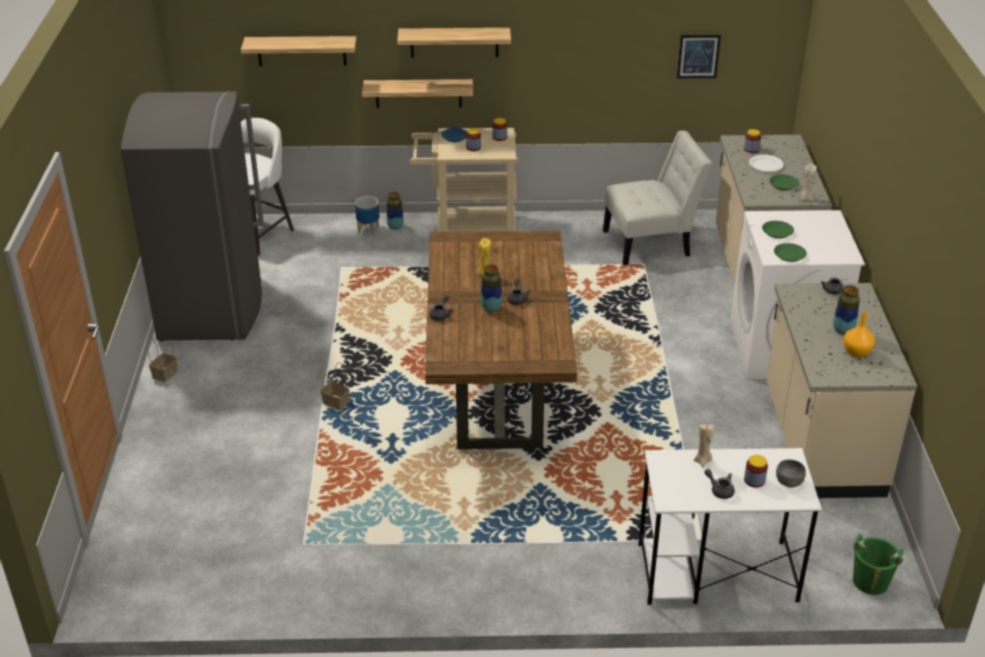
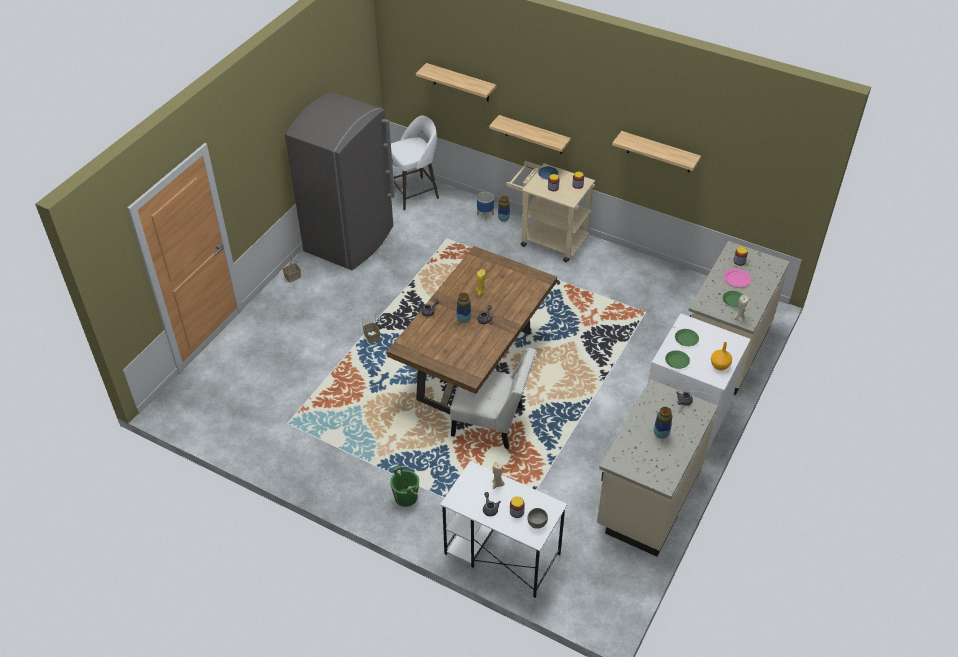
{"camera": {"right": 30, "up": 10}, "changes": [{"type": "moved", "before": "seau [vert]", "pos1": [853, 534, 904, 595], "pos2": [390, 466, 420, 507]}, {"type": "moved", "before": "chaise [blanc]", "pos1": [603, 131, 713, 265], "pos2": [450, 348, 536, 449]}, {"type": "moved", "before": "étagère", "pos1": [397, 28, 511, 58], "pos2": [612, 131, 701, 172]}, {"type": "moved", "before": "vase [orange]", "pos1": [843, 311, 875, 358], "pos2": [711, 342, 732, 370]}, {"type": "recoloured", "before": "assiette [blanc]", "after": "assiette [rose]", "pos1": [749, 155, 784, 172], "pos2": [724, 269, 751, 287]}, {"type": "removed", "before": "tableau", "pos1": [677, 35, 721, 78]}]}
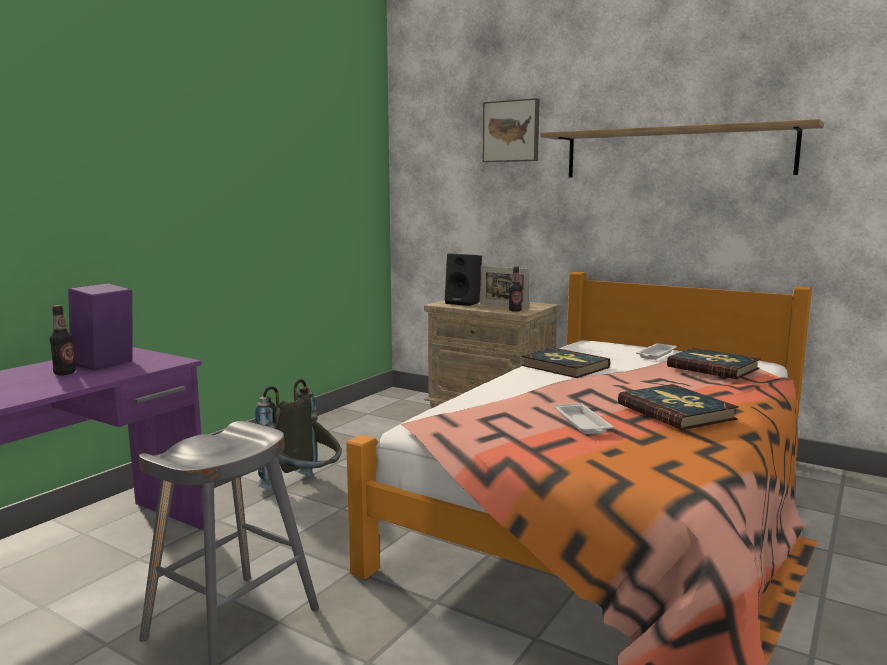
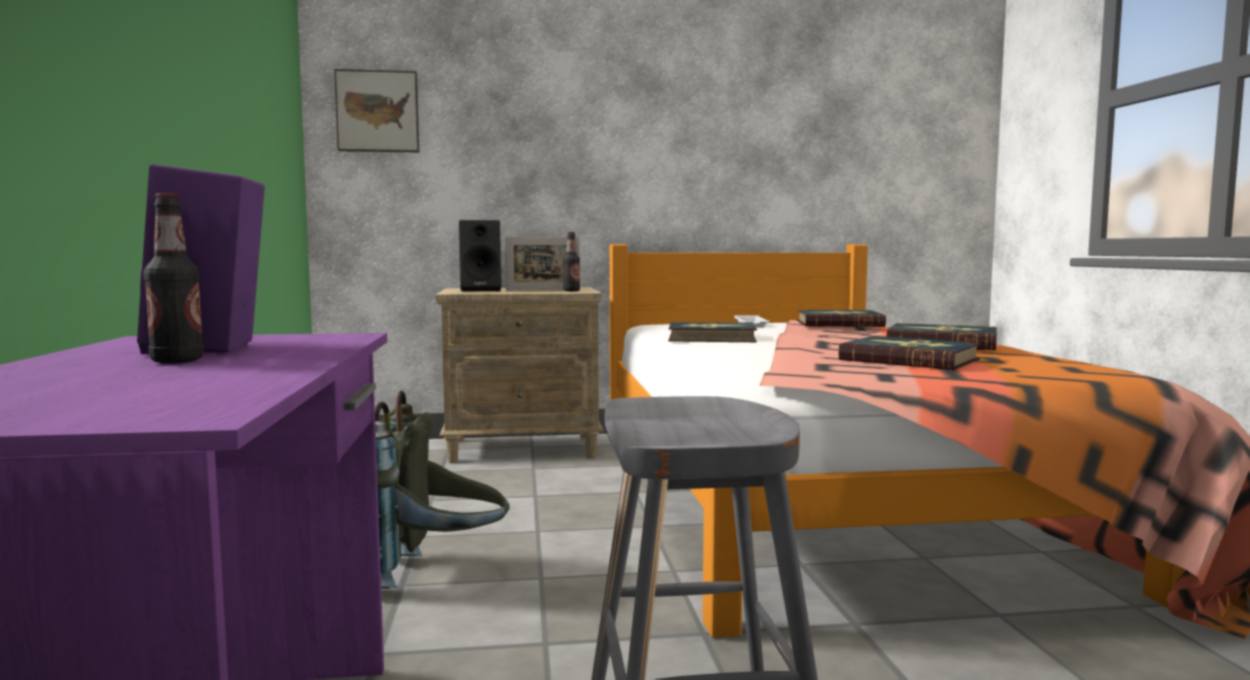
{"camera": {"right": -40, "up": -5}, "changes": [{"type": "moved", "before": "tableau", "pos1": [483, 98, 540, 162], "pos2": [334, 69, 419, 152]}, {"type": "replaced", "before": "plateau [blanc]", "after": "livre", "pos1": [554, 403, 613, 434], "pos2": [838, 336, 981, 370]}, {"type": "removed", "before": "étagère", "pos1": [541, 119, 824, 178]}]}
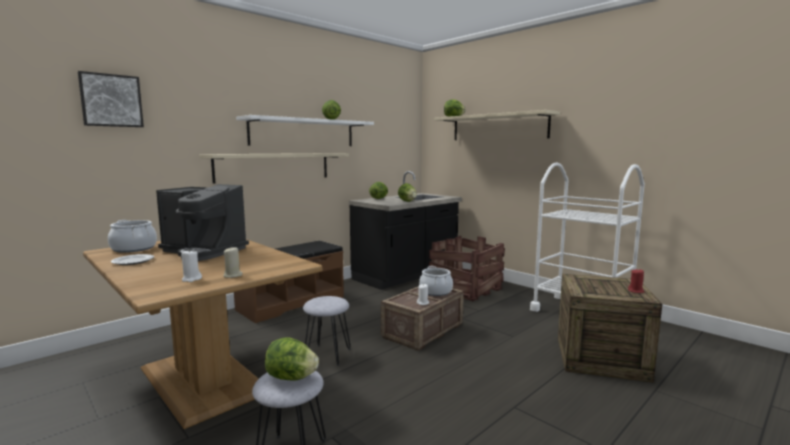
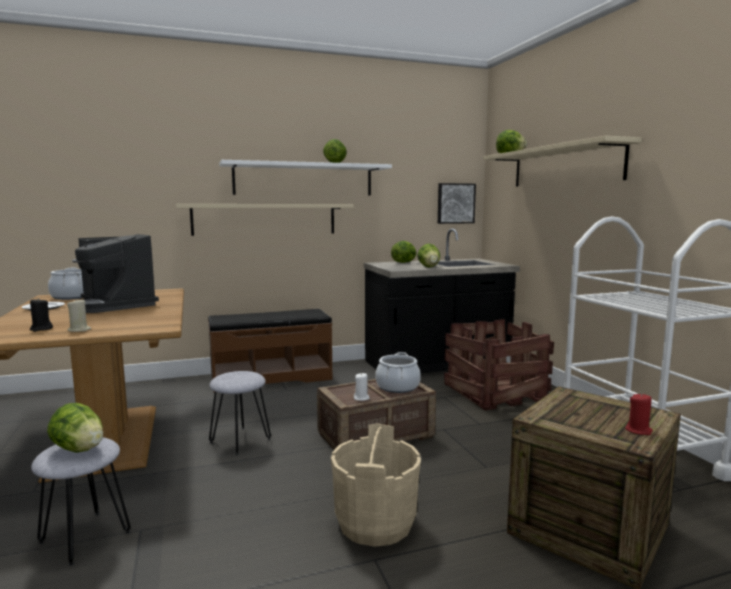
{"camera": {"right": 25, "up": 0}, "changes": [{"type": "recoloured", "before": "bougie [blanc]", "after": "bougie [noir]", "pos1": [181, 249, 202, 282], "pos2": [30, 298, 53, 332]}, {"type": "added", "after": "seau [beige]", "pos2": [331, 423, 421, 547]}, {"type": "moved", "before": "tableau", "pos1": [78, 71, 144, 127], "pos2": [438, 183, 476, 224]}]}
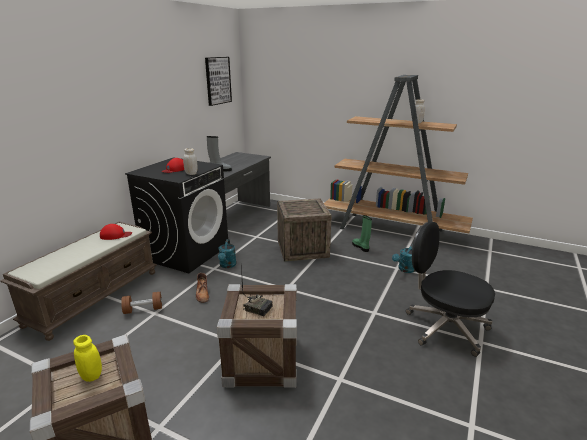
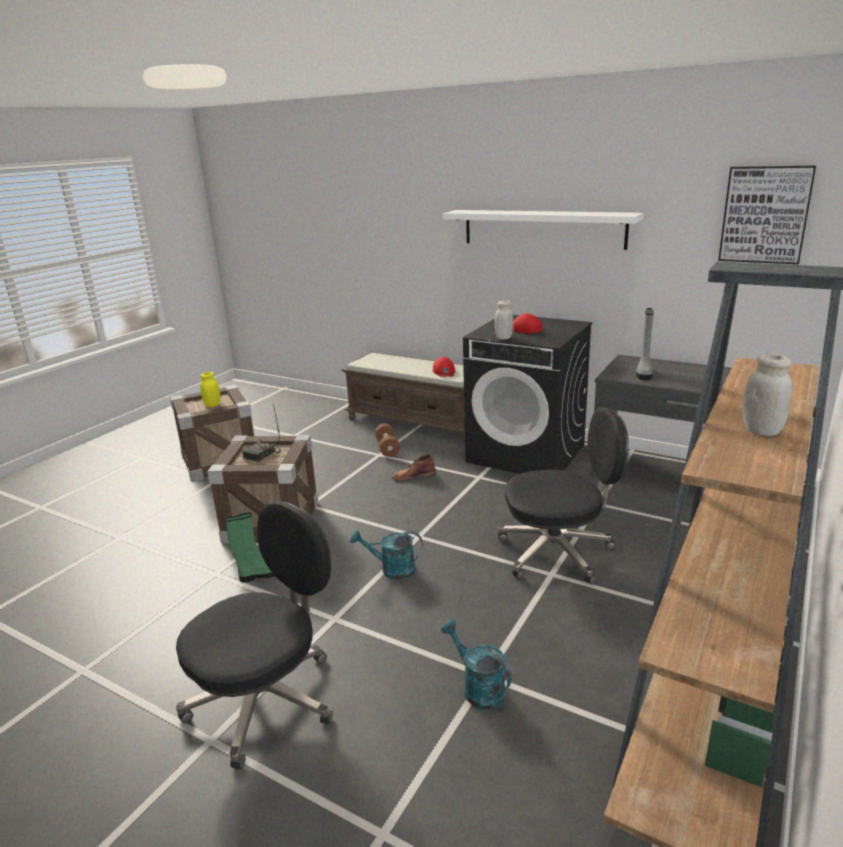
{"camera": {"right": 95, "up": 0}, "changes": [{"type": "moved", "before": "botte [vert]", "pos1": [352, 215, 372, 252], "pos2": [225, 512, 275, 582]}, {"type": "moved", "before": "arrosoir [turquoise]", "pos1": [218, 239, 237, 268], "pos2": [350, 530, 423, 579]}, {"type": "added", "after": "étagère [blanc]", "pos2": [443, 210, 644, 250]}, {"type": "replaced", "before": "caisse", "after": "chaise de bureau [noir]", "pos1": [277, 198, 332, 261], "pos2": [498, 407, 629, 585]}]}
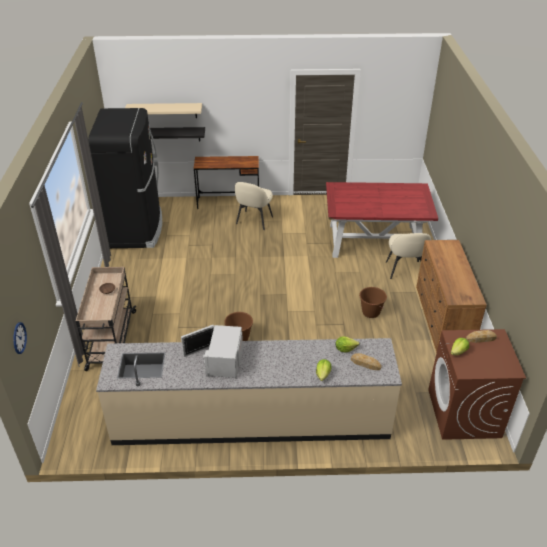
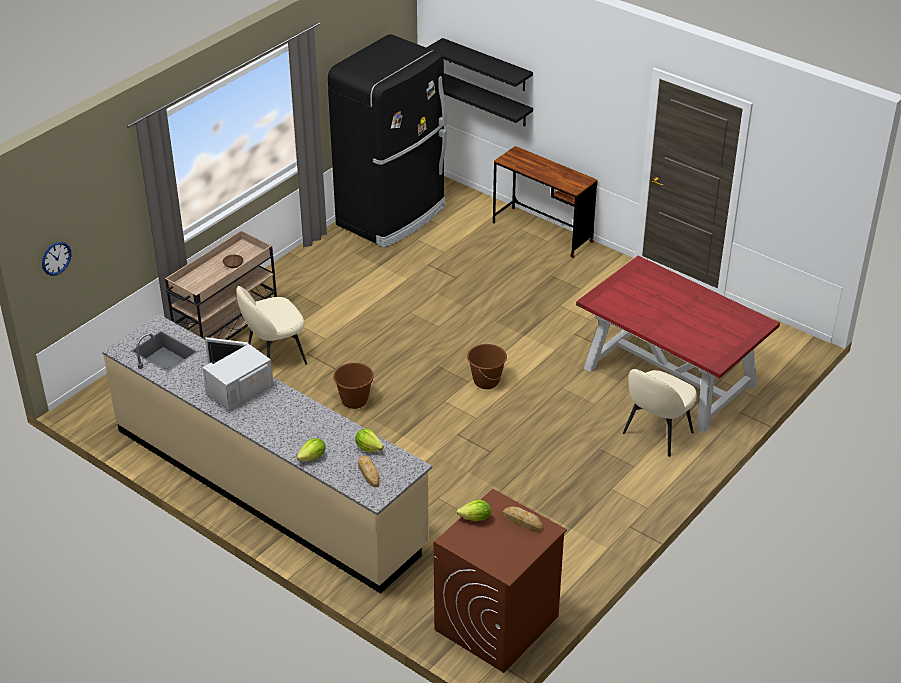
{"camera": {"right": 40, "up": 0}, "changes": [{"type": "moved", "before": "chaise [beige]", "pos1": [235, 182, 273, 230], "pos2": [236, 286, 307, 365]}, {"type": "recoloured", "before": "étagère [beige]", "after": "étagère [noir]", "pos1": [125, 103, 202, 118], "pos2": [426, 38, 533, 91]}, {"type": "moved", "before": "seau [marron]", "pos1": [359, 287, 387, 318], "pos2": [467, 344, 507, 389]}, {"type": "removed", "before": "commode [marron]", "pos1": [416, 240, 487, 353]}]}
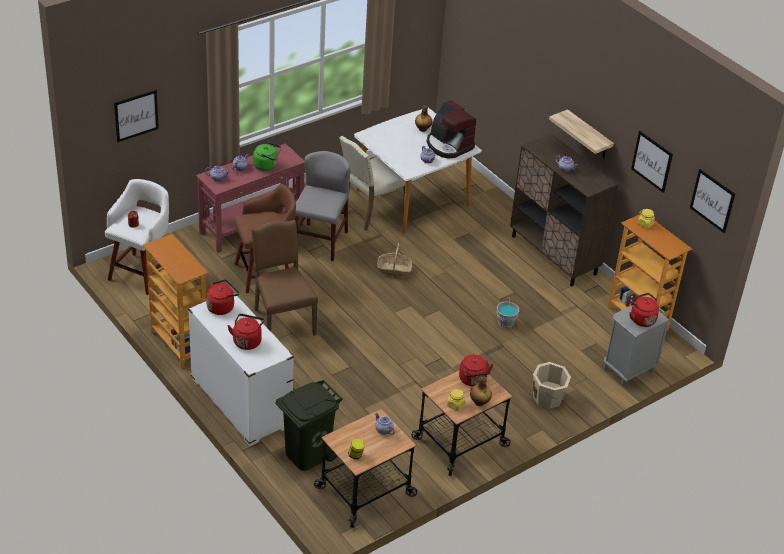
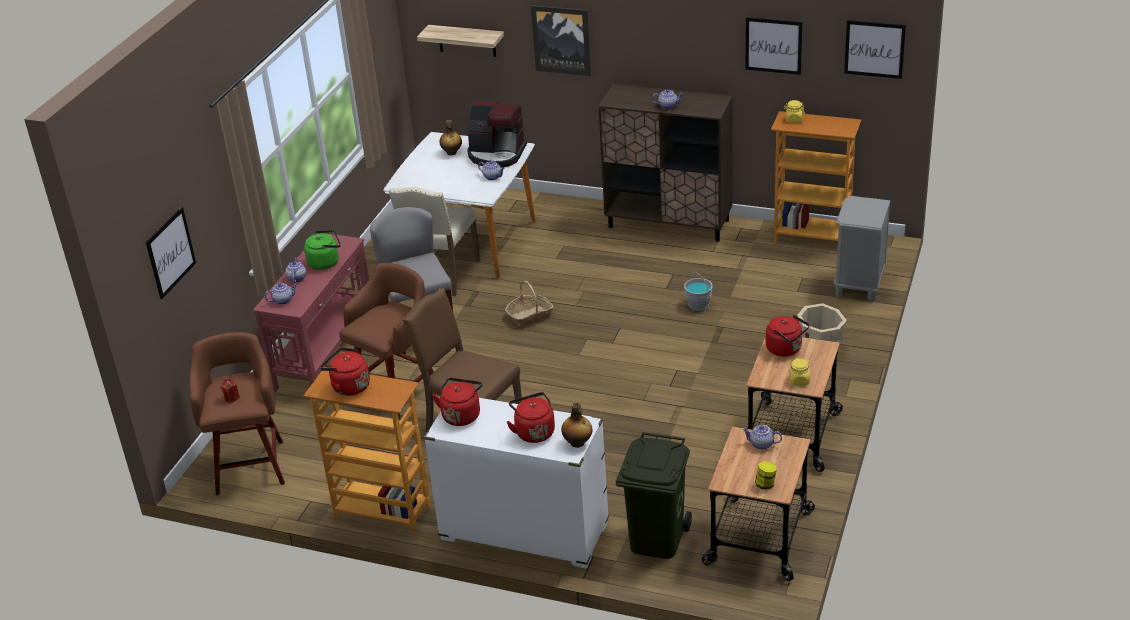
{"camera": {"right": -30, "up": -5}, "changes": [{"type": "recoloured", "before": "tabouret [blanc]", "after": "tabouret [marron]", "pos1": [105, 179, 169, 295], "pos2": [189, 332, 285, 495]}, {"type": "moved", "before": "bouilloire [rouge]", "pos1": [628, 293, 659, 327], "pos2": [320, 348, 370, 396]}, {"type": "moved", "before": "étagère", "pos1": [549, 109, 614, 159], "pos2": [417, 25, 504, 57]}, {"type": "added", "after": "tableau", "pos2": [531, 5, 591, 76]}, {"type": "moved", "before": "bouteille", "pos1": [470, 376, 492, 406], "pos2": [561, 402, 592, 448]}]}
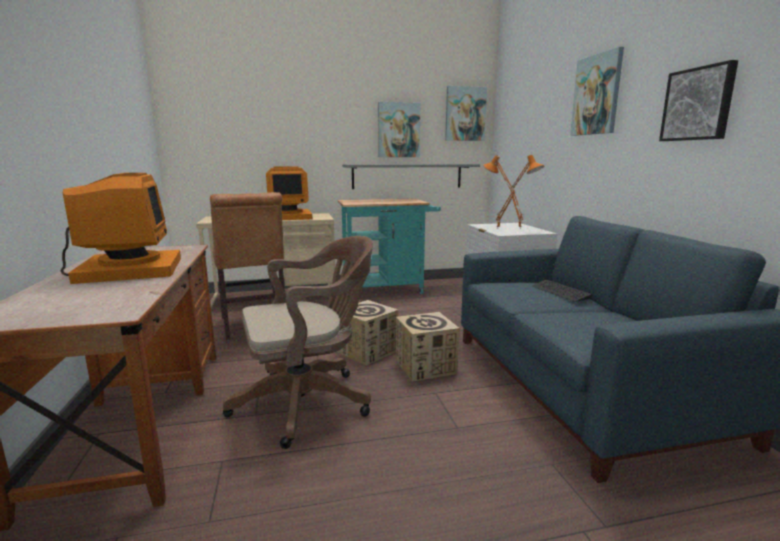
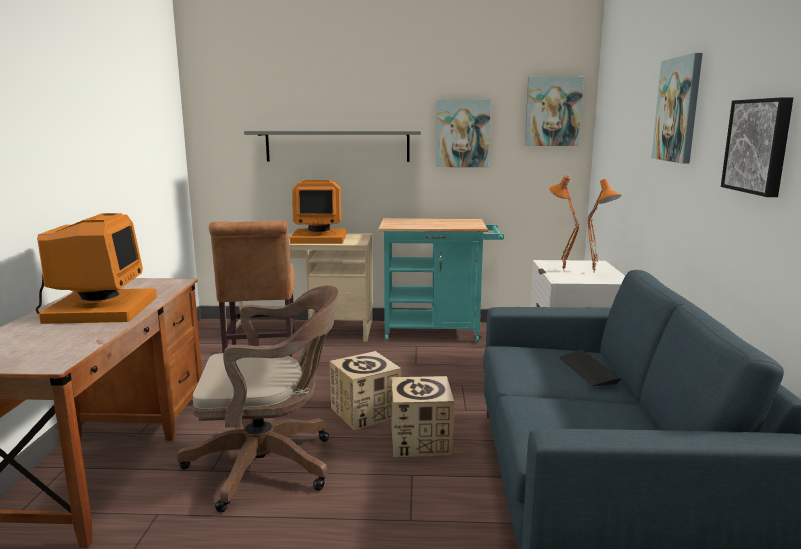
{"camera": {"right": 15, "up": 0}, "changes": [{"type": "moved", "before": "étagère [gris]", "pos1": [342, 164, 480, 189], "pos2": [244, 130, 421, 162]}]}
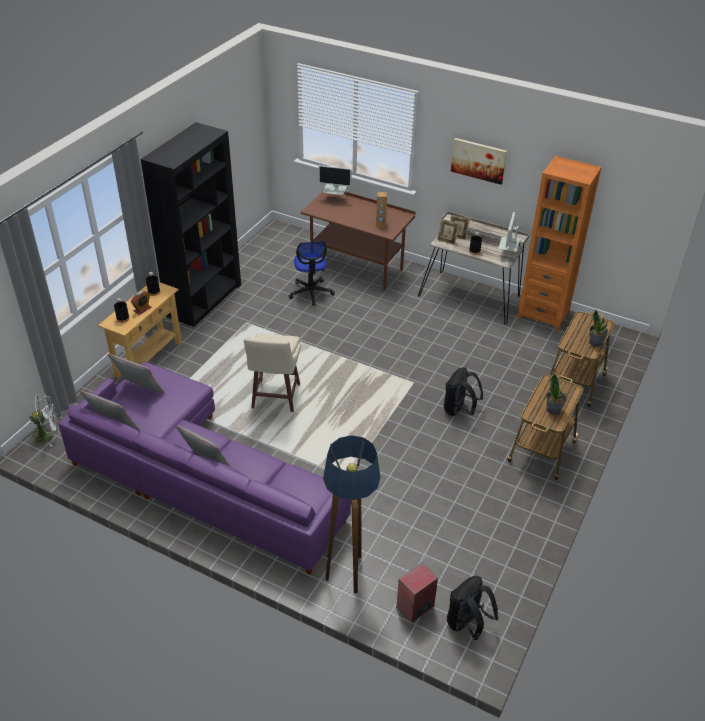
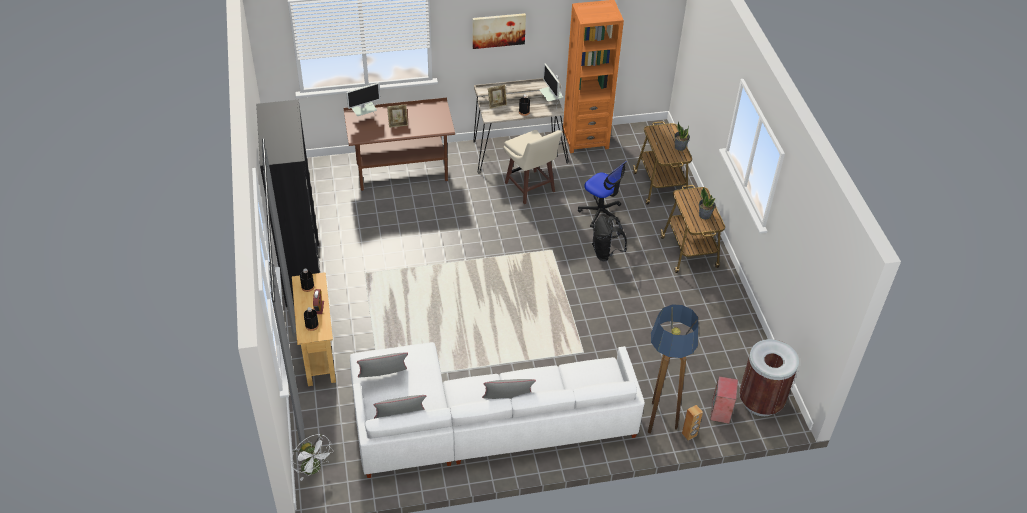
{"camera": {"right": -40, "up": 5}, "changes": [{"type": "turned", "before": "ventilateur [blanc]", "pos1": [28, 394, 59, 447], "pos2": [291, 434, 334, 481], "turn": 105}, {"type": "recoloured", "before": "canapé [violet]", "after": "canapé [blanc]", "pos1": [58, 362, 351, 575], "pos2": [350, 342, 645, 478]}, {"type": "moved", "before": "cadre photo", "pos1": [437, 219, 459, 245], "pos2": [387, 104, 408, 128]}, {"type": "moved", "before": "tabouret [beige]", "pos1": [244, 333, 301, 412], "pos2": [504, 130, 562, 204]}, {"type": "moved", "before": "chaise de bureau", "pos1": [289, 241, 335, 306], "pos2": [578, 161, 627, 228]}, {"type": "moved", "before": "enceinte [marron]", "pos1": [376, 192, 387, 227], "pos2": [682, 405, 703, 441]}, {"type": "replaced", "before": "sac à dos [noir]", "after": "poubelle [marron]", "pos1": [447, 576, 499, 640], "pos2": [739, 339, 799, 416]}]}
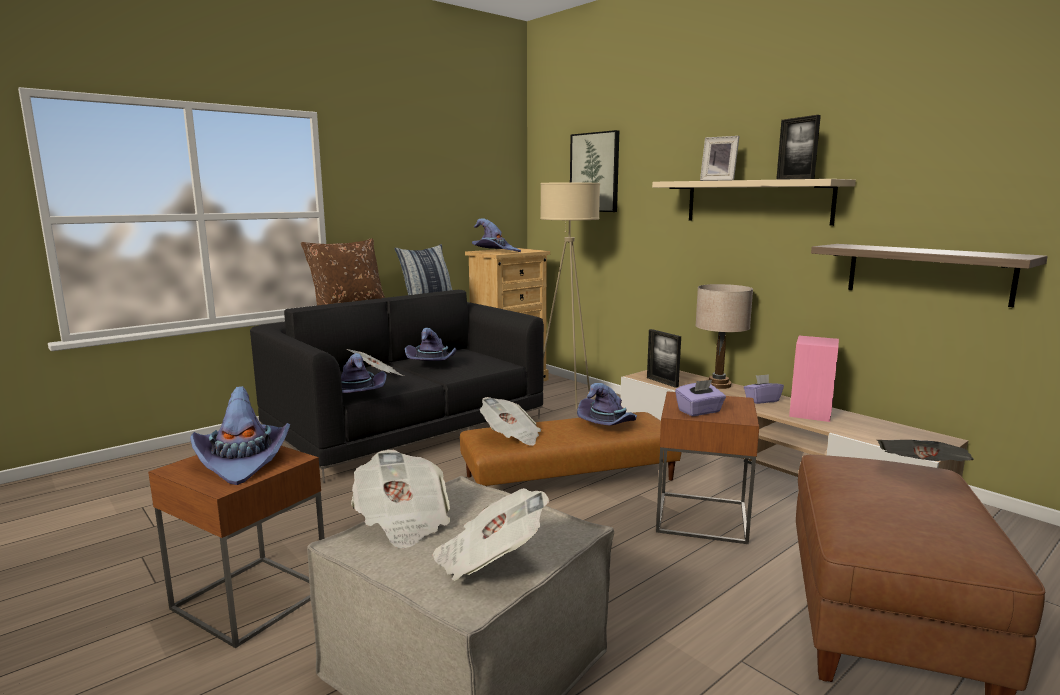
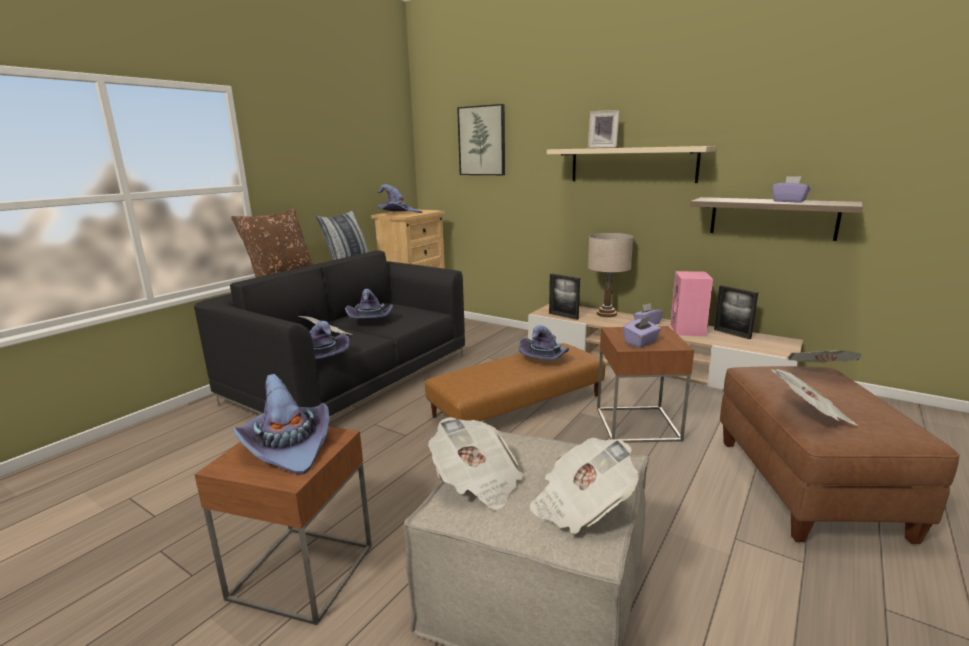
{"camera": {"right": -15, "up": 5}, "changes": [{"type": "moved", "before": "cadre photo", "pos1": [776, 115, 821, 180], "pos2": [714, 285, 758, 339]}, {"type": "added", "after": "boîte à mouchoirs [violet]", "pos2": [772, 176, 810, 203]}, {"type": "moved", "before": "journal", "pos1": [480, 397, 541, 446], "pos2": [772, 369, 858, 426]}, {"type": "removed", "before": "lampadaire [beige]", "pos1": [540, 182, 600, 409]}]}
